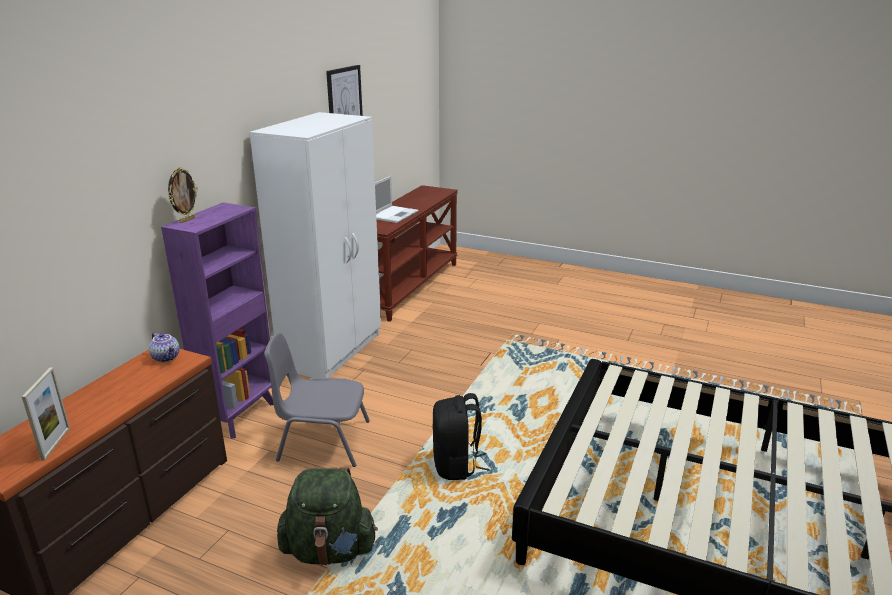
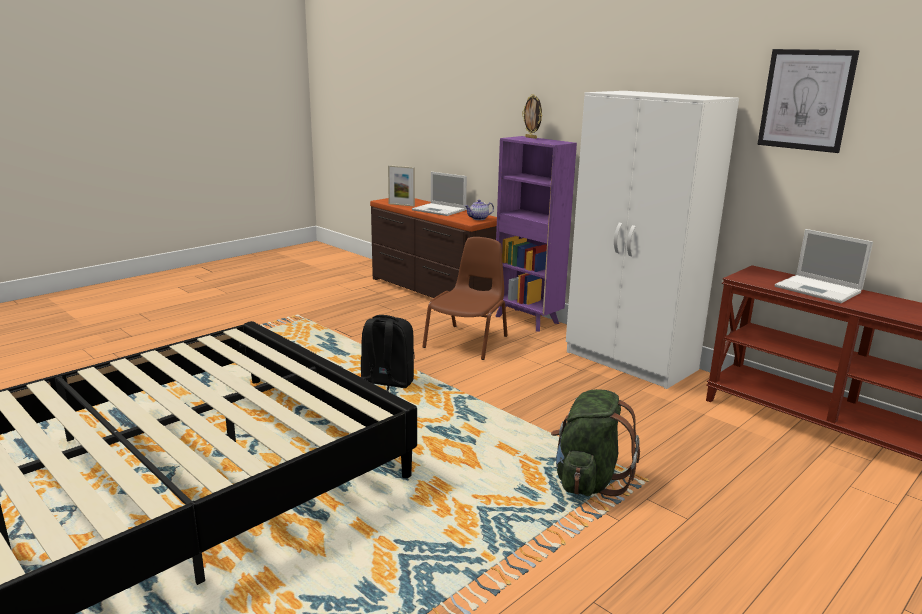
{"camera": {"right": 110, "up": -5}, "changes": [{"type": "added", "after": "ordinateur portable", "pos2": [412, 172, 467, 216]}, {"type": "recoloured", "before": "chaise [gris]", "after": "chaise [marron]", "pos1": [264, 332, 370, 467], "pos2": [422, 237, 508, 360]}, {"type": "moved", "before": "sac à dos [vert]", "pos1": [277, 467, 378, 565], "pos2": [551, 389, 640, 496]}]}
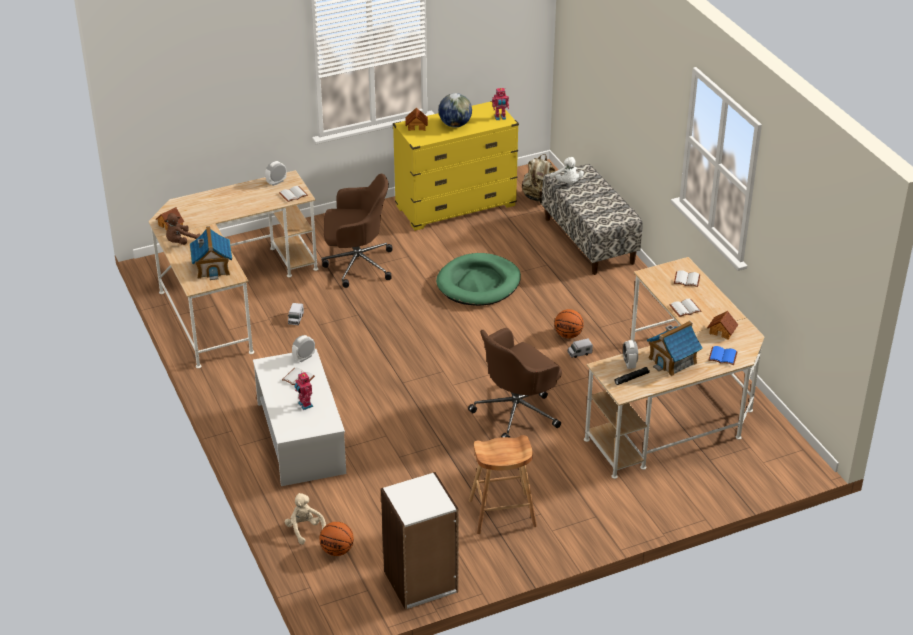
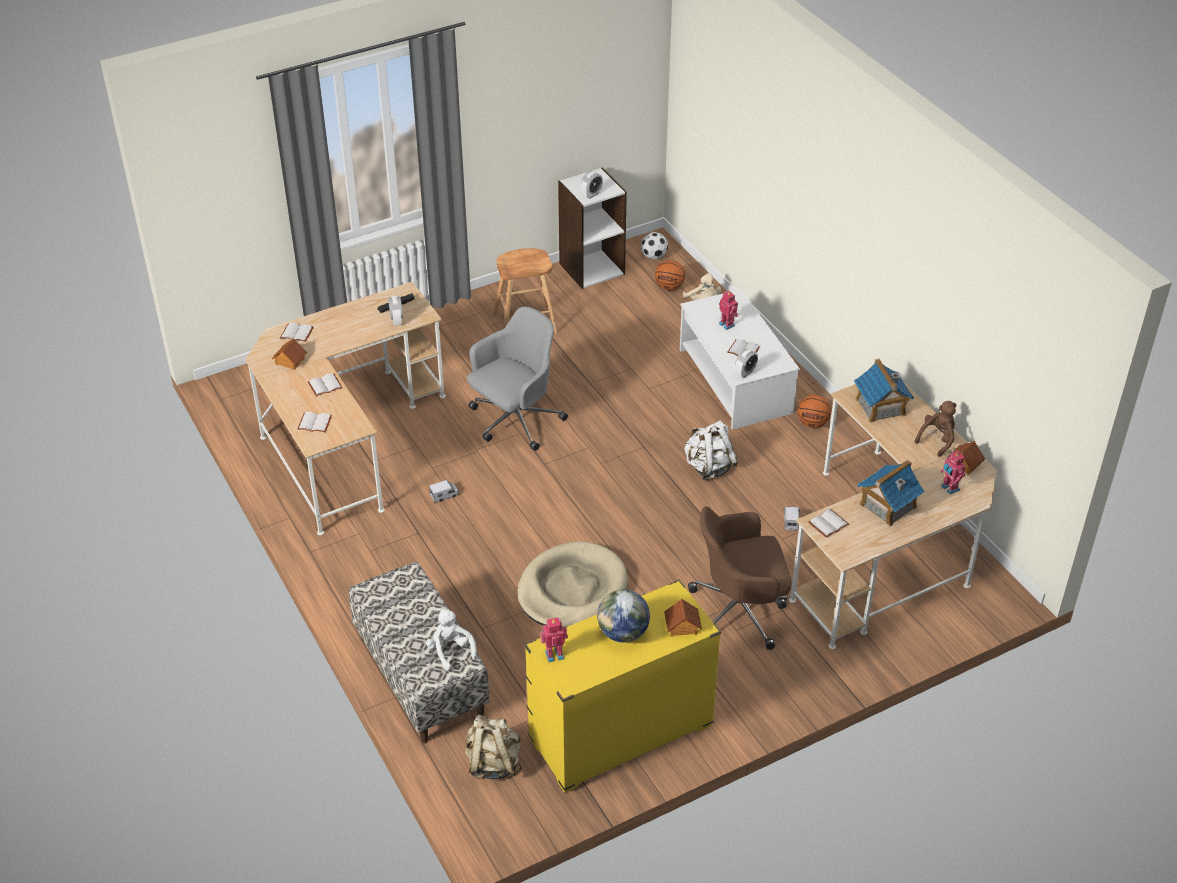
{"camera": {"right": 175, "up": 5}, "changes": [{"type": "recoloured", "before": "livre [bleu]", "after": "livre [blanc]", "pos1": [708, 346, 738, 365], "pos2": [280, 323, 314, 342]}, {"type": "recoloured", "before": "chaise de bureau [marron]", "after": "chaise de bureau [gris]", "pos1": [468, 328, 562, 438], "pos2": [467, 306, 568, 451]}, {"type": "recoloured", "before": "panier pour chien [vert]", "after": "panier pour chien [beige]", "pos1": [436, 253, 521, 306], "pos2": [517, 541, 628, 627]}, {"type": "moved", "before": "réveil", "pos1": [265, 161, 286, 186], "pos2": [581, 171, 603, 199]}, {"type": "added", "after": "ballon de foot", "pos2": [641, 232, 668, 260]}, {"type": "added", "after": "sac à dos [blanc]", "pos2": [684, 420, 738, 480]}, {"type": "moved", "before": "ballon de basket", "pos1": [554, 309, 584, 339], "pos2": [798, 395, 831, 428]}, {"type": "moved", "before": "maison miniature", "pos1": [647, 321, 703, 376], "pos2": [857, 460, 925, 526]}, {"type": "added", "after": "robot jouet", "pos2": [941, 451, 966, 494]}]}
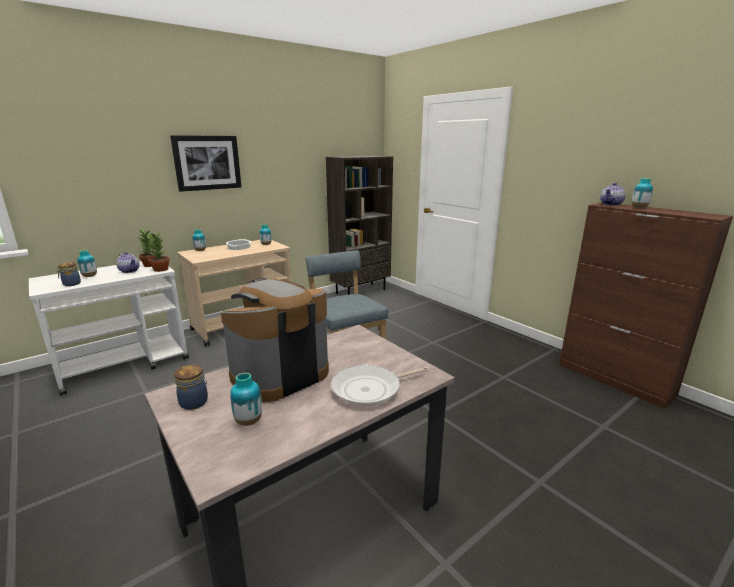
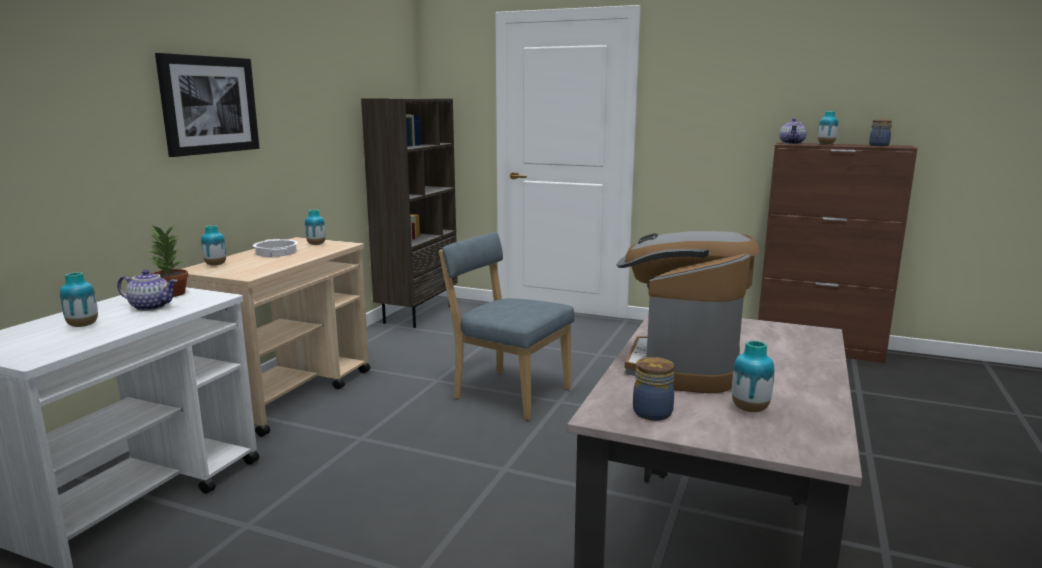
{"camera": {"right": -30, "up": -5}, "changes": [{"type": "moved", "before": "bocal", "pos1": [56, 262, 81, 286], "pos2": [869, 119, 892, 146]}, {"type": "removed", "before": "plante en pot", "pos1": [147, 233, 170, 272]}, {"type": "removed", "before": "poêle", "pos1": [331, 365, 428, 406]}]}
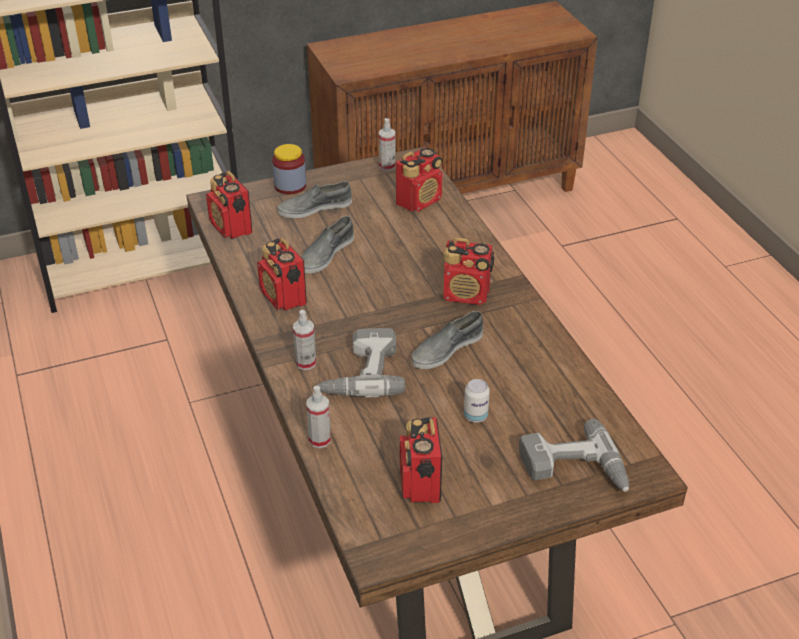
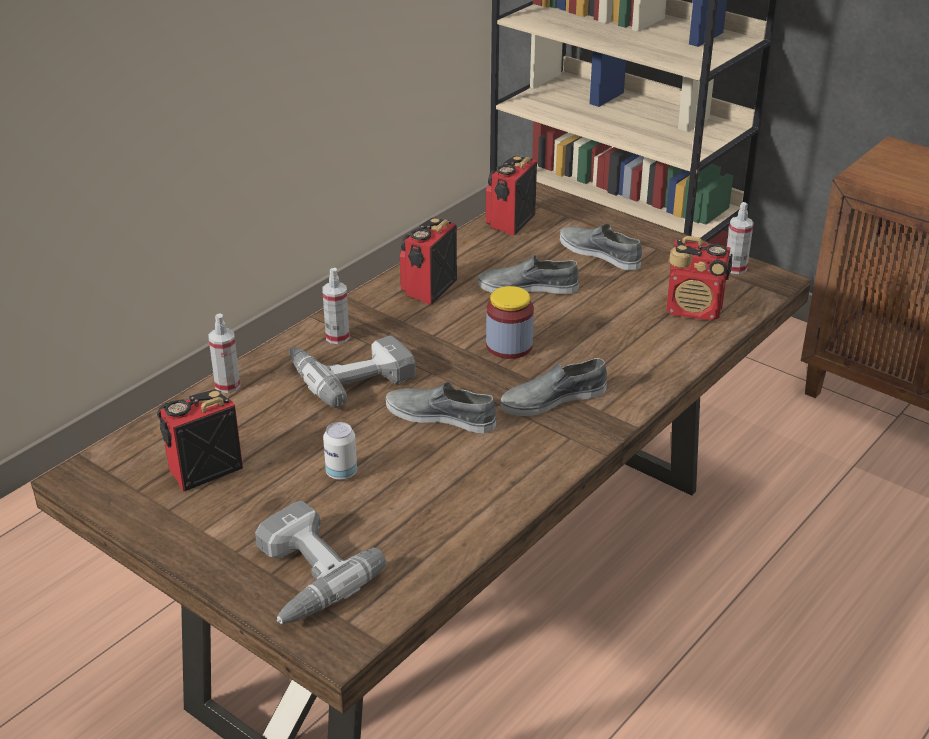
{"camera": {"right": 60, "up": -5}, "changes": [{"type": "moved", "before": "bocal", "pos1": [272, 144, 306, 194], "pos2": [486, 286, 534, 359]}, {"type": "replaced", "before": "radio", "after": "chaussure [gris]", "pos1": [443, 238, 494, 305], "pos2": [500, 358, 607, 416]}]}
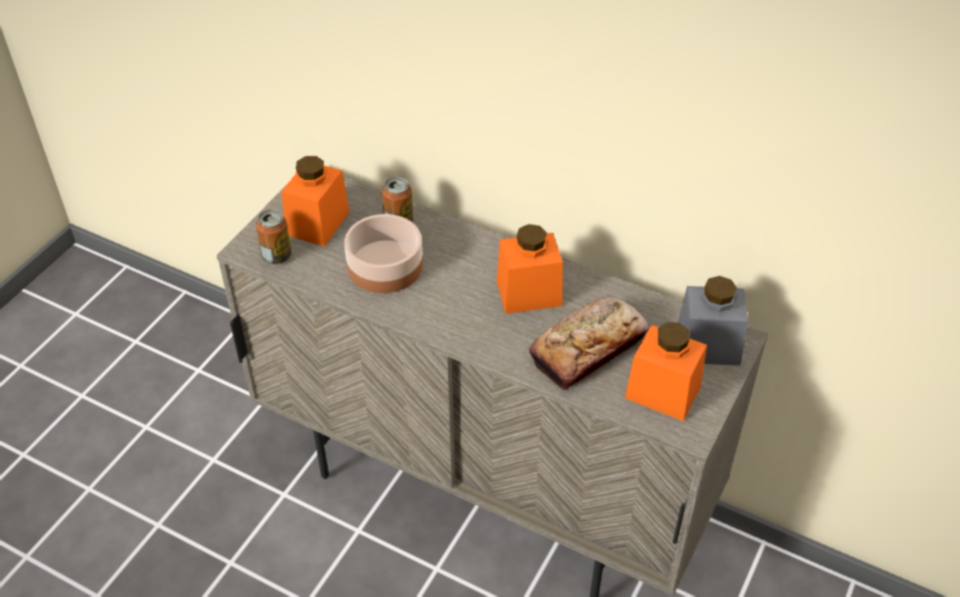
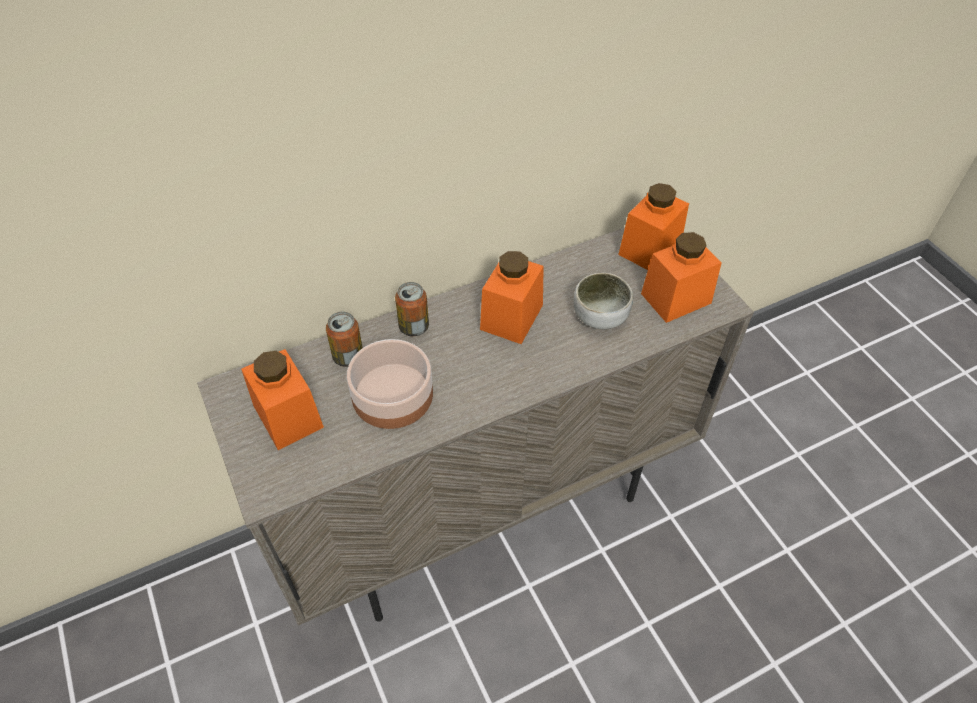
{"camera": {"right": -55, "up": 5}, "changes": [{"type": "moved", "before": "boîte métallique", "pos1": [256, 210, 291, 264], "pos2": [395, 282, 429, 336]}, {"type": "replaced", "before": "pain", "after": "bol", "pos1": [529, 296, 649, 390], "pos2": [574, 273, 633, 329]}, {"type": "recoloured", "before": "bocal [gris]", "after": "bocal [orange]", "pos1": [678, 276, 748, 366], "pos2": [618, 183, 689, 270]}]}
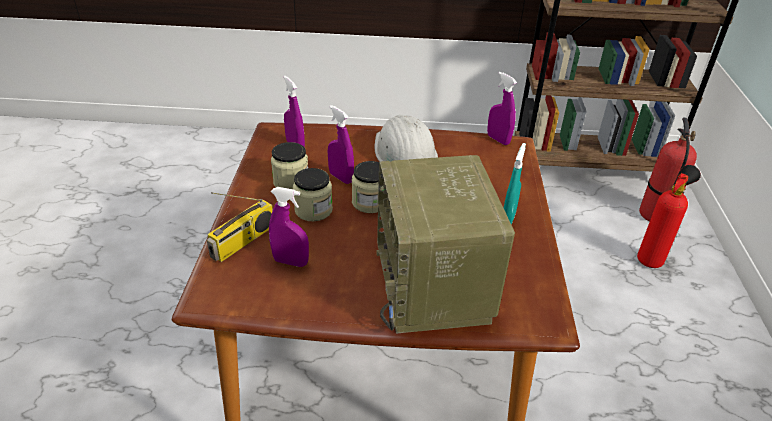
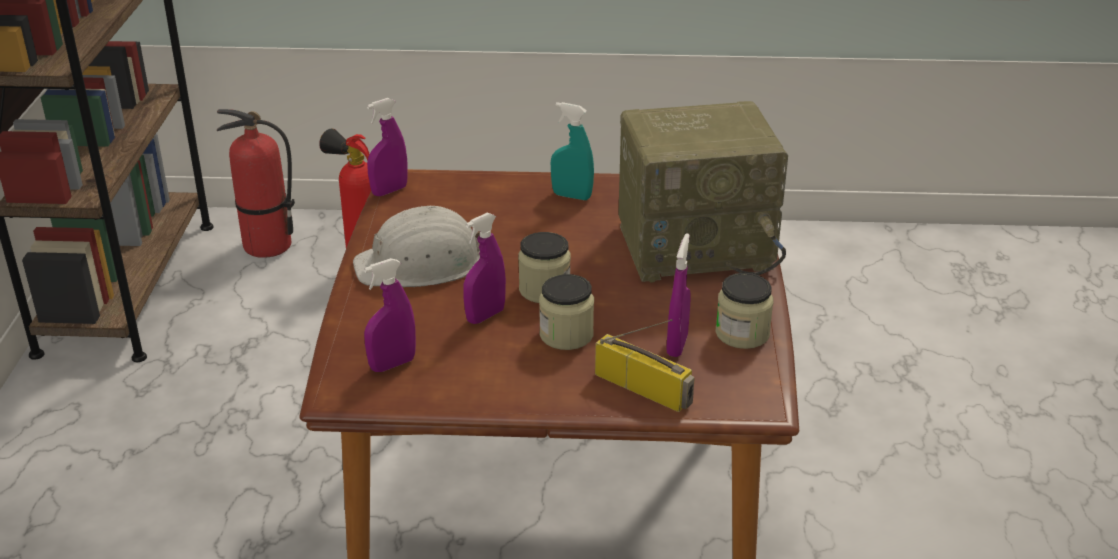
{"camera": {"right": -90, "up": -5}, "changes": [{"type": "moved", "before": "bocal", "pos1": [271, 142, 308, 189], "pos2": [715, 273, 774, 349]}]}
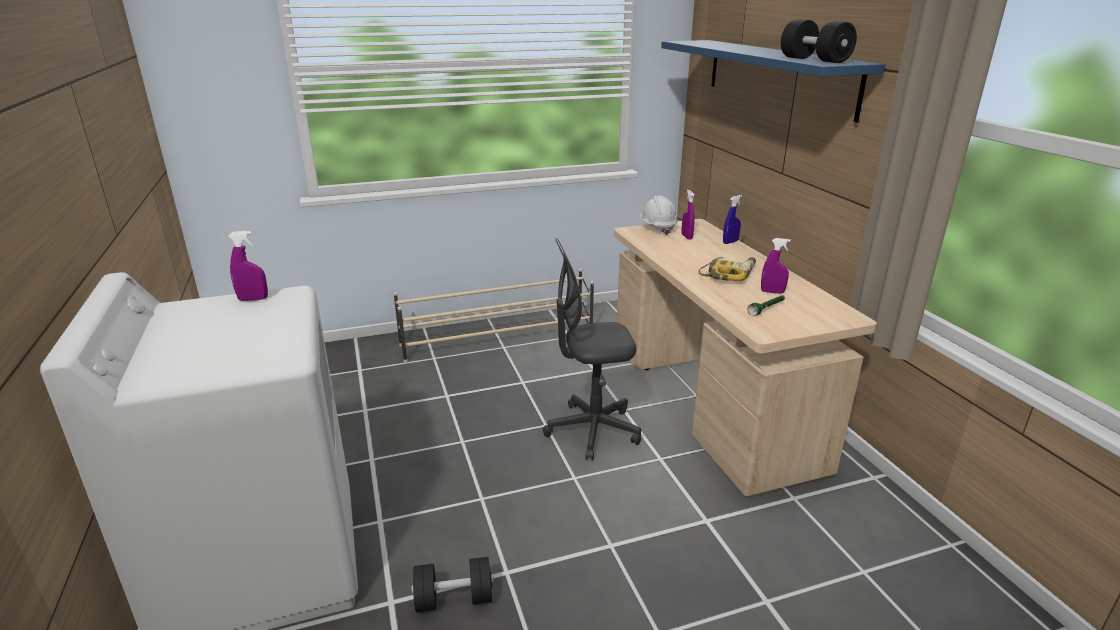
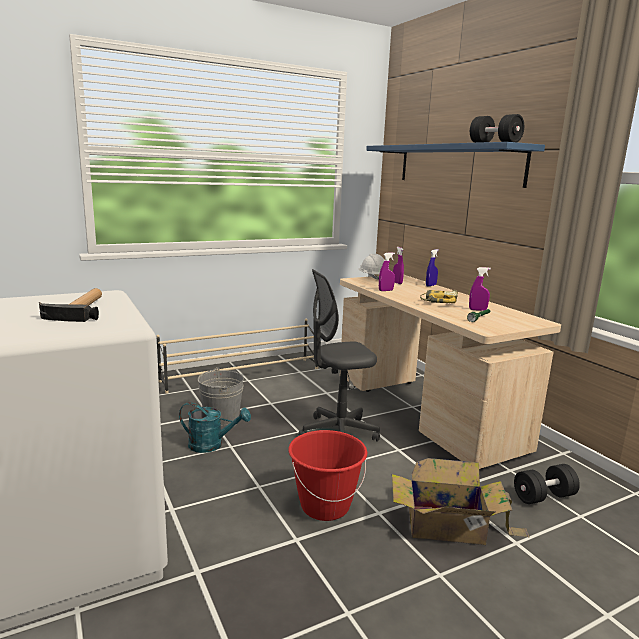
{"camera": {"right": -10, "up": -10}, "changes": [{"type": "added", "after": "marteau", "pos2": [39, 288, 102, 322]}, {"type": "added", "after": "arrosoir [turquoise]", "pos2": [179, 402, 251, 453]}, {"type": "added", "after": "seau [gris]", "pos2": [198, 367, 244, 429]}, {"type": "added", "after": "seau [rouge]", "pos2": [288, 430, 367, 521]}, {"type": "moved", "before": "vaporisateur [violet]", "pos1": [228, 231, 268, 301], "pos2": [379, 252, 395, 291]}, {"type": "added", "after": "carton", "pos2": [392, 458, 529, 545]}, {"type": "moved", "before": "haltère [noir]", "pos1": [411, 557, 494, 612], "pos2": [514, 464, 580, 504]}]}
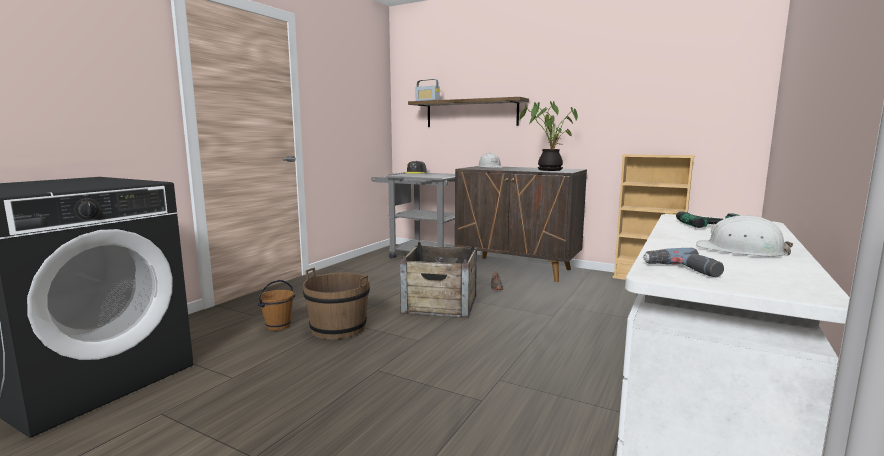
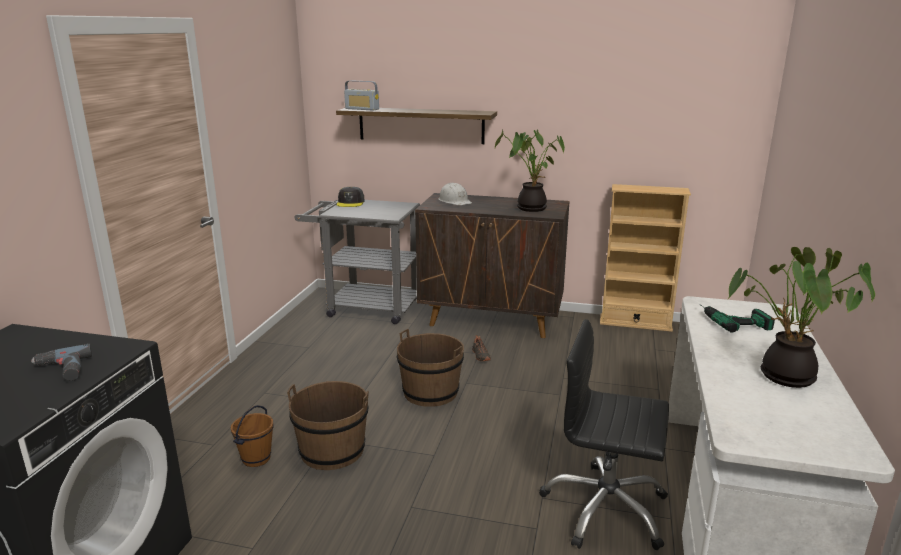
{"camera": {"right": -15, "up": 10}, "changes": [{"type": "moved", "before": "perceuse", "pos1": [643, 248, 724, 277], "pos2": [31, 344, 92, 381]}, {"type": "replaced", "before": "caisse", "after": "seau [marron]", "pos1": [400, 242, 477, 318], "pos2": [397, 329, 464, 407]}, {"type": "added", "after": "chaise de bureau [noir]", "pos2": [539, 319, 669, 550]}, {"type": "replaced", "before": "casque de chantier [blanc]", "after": "plante en pot", "pos1": [696, 215, 793, 257], "pos2": [728, 247, 875, 388]}]}
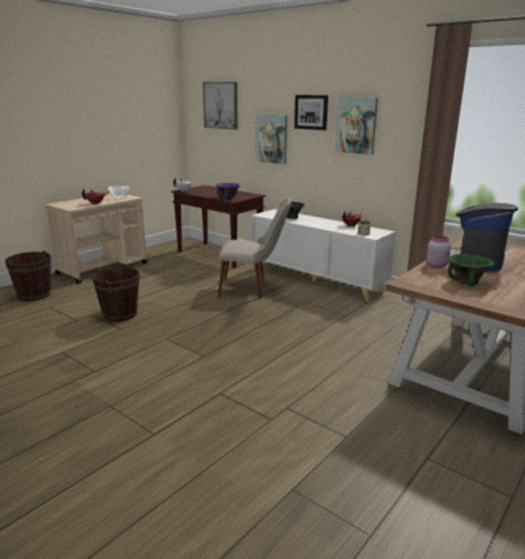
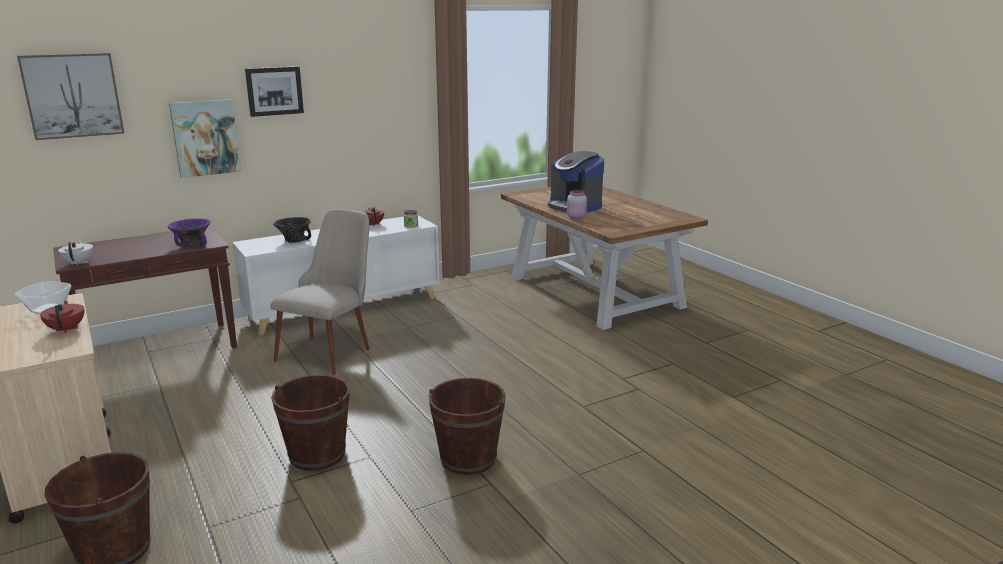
{"camera": {"right": -70, "up": 0}, "changes": [{"type": "added", "after": "seau [marron]", "pos2": [429, 378, 506, 475]}, {"type": "removed", "before": "tableau", "pos1": [335, 97, 378, 155]}, {"type": "removed", "before": "bol [vert]", "pos1": [448, 254, 495, 287]}]}
